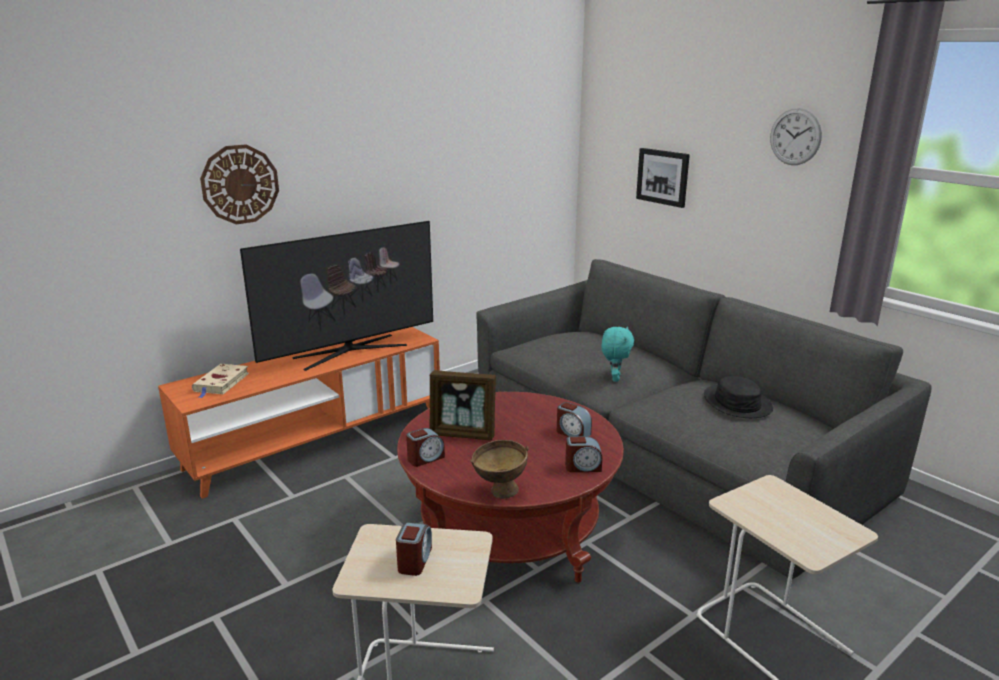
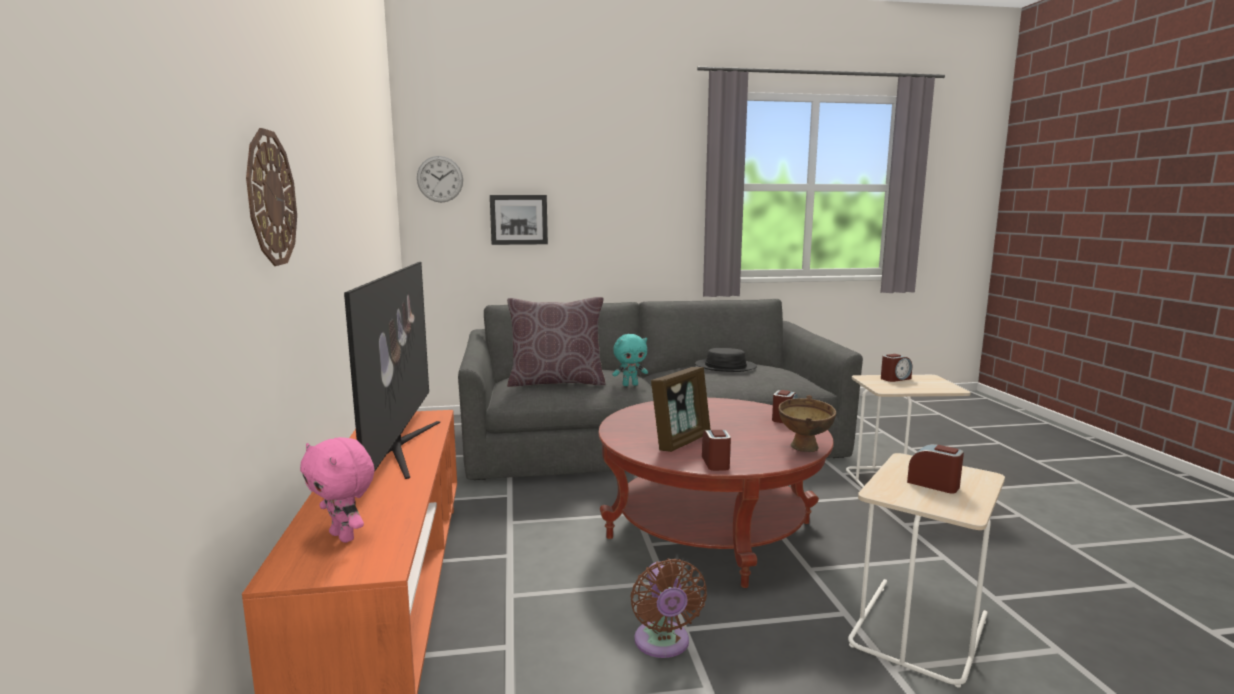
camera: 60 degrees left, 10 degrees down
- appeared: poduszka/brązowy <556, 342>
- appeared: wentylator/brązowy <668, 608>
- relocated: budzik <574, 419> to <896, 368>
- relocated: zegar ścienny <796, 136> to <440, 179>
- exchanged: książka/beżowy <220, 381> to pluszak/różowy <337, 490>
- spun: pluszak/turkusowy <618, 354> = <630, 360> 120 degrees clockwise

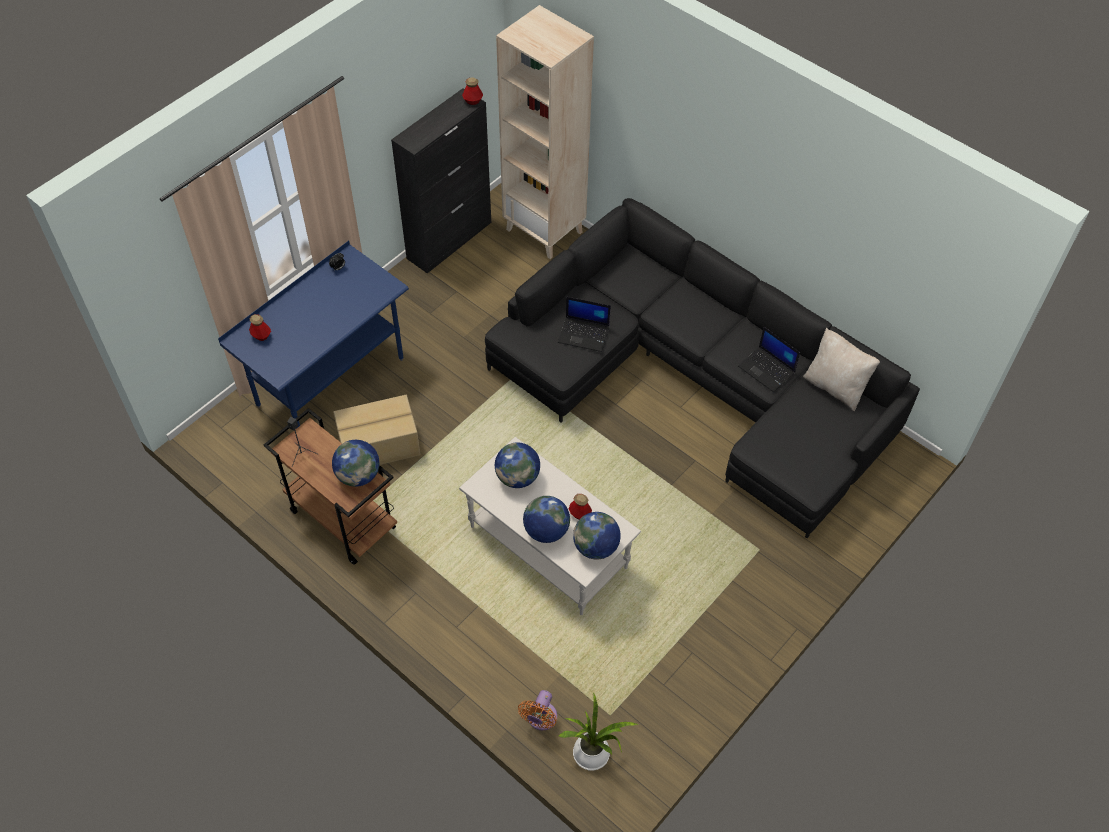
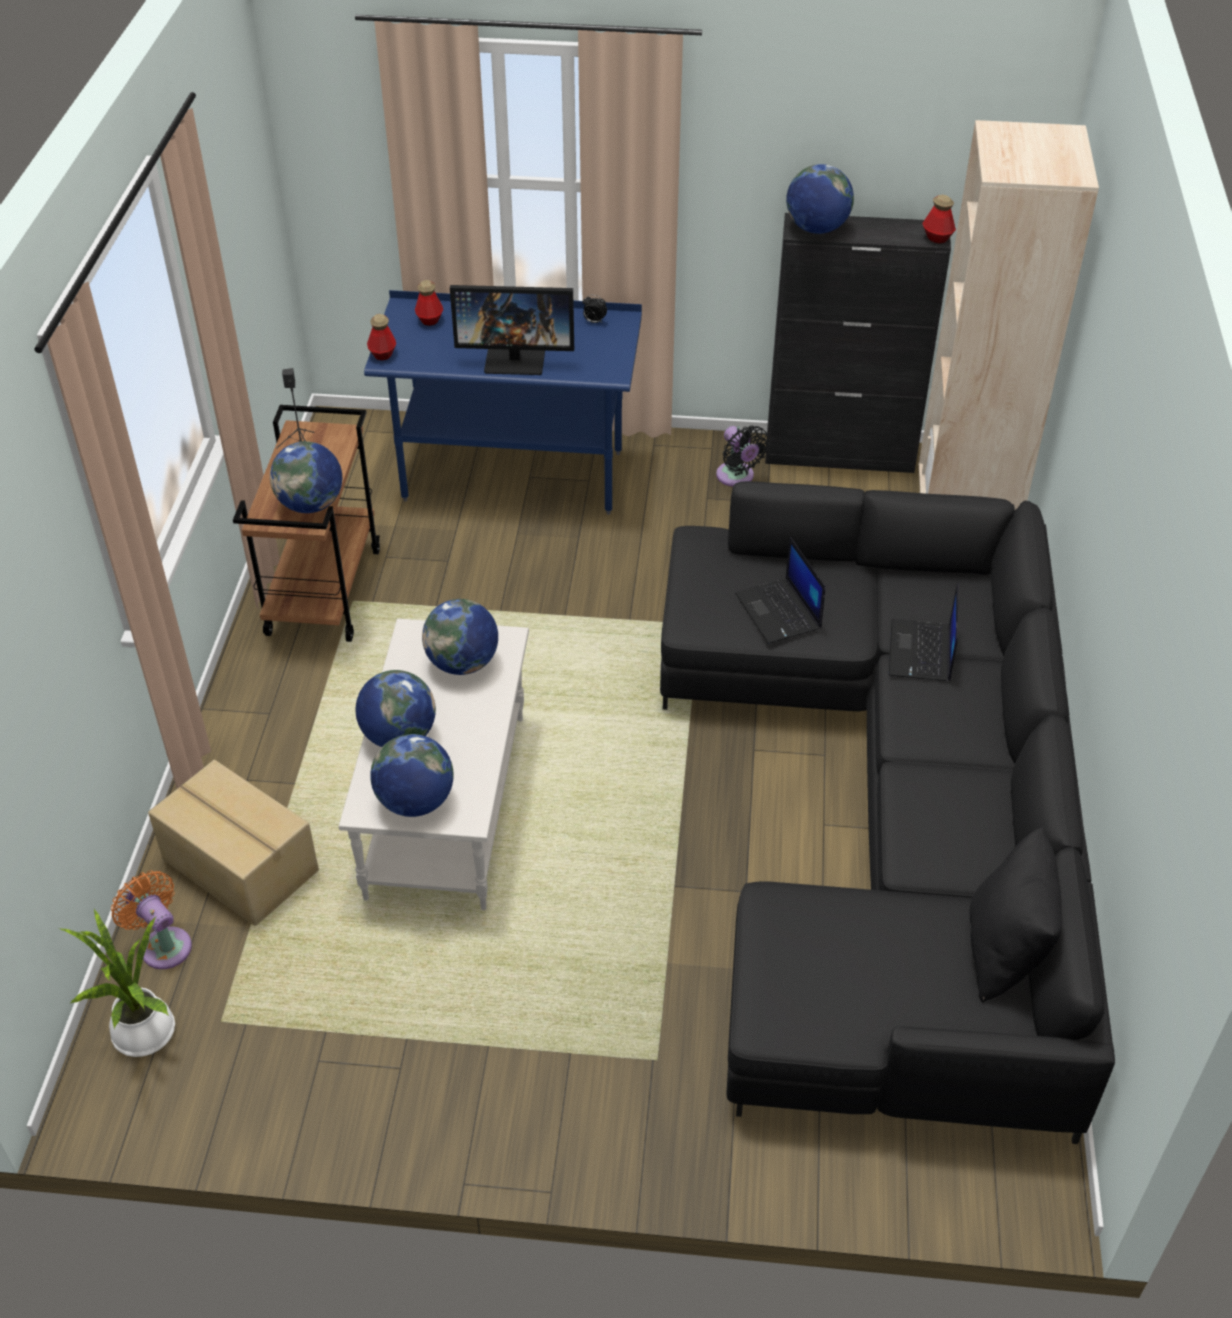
camera: 55 degrees right, 10 degrees down
- appeared: monitor <512, 330>
- appeared: wentylator/czarny <742, 456>
- appeared: globus <820, 199>
- relocated: karton <377, 430> to <233, 843>
- relocated: butelka <580, 506> to <381, 337>
- relocated: laptop <769, 359> to <923, 632>
- colour: poduszka/beżowy <841, 369> to poduszka/czarny <1015, 915>
- spun: wentylator/pomarańczowy <537, 710> = <151, 920> 60 degrees clockwise

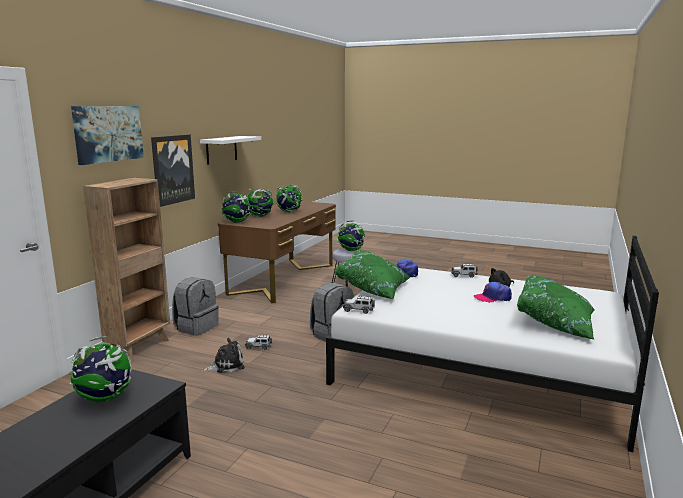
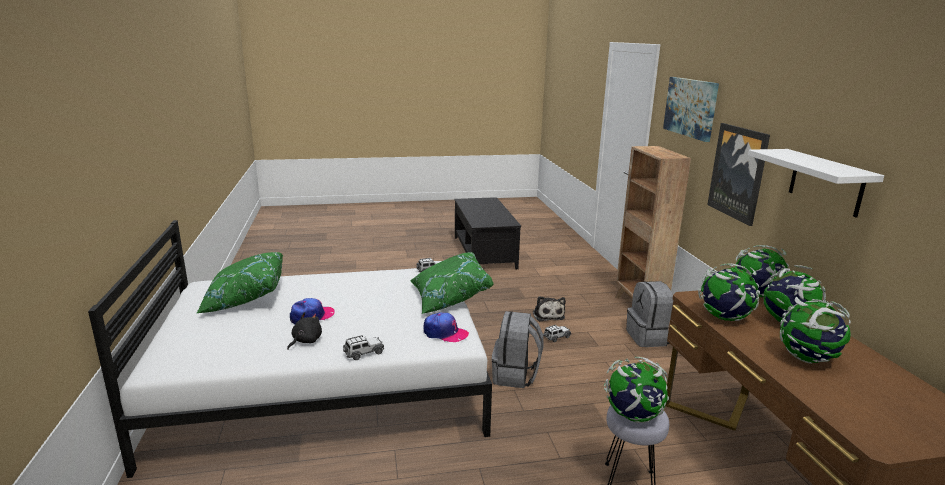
camera: 145 degrees right, 5 degrees up
- relocated: globus <101, 369> to <729, 292>
- spun: pluszak <223, 355> = <549, 308> 45 degrees counterclockwise

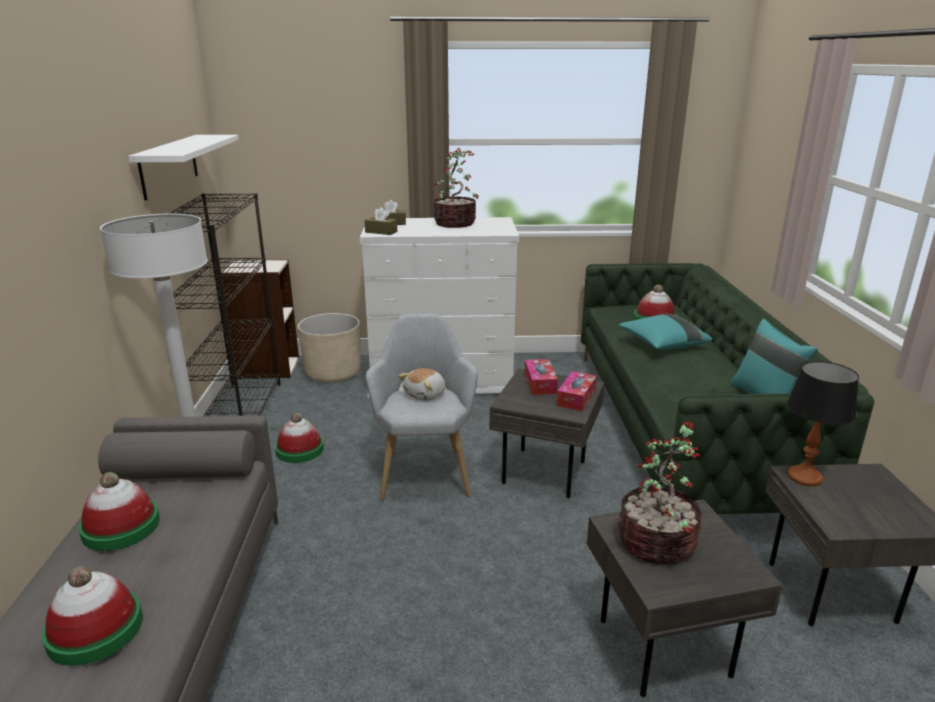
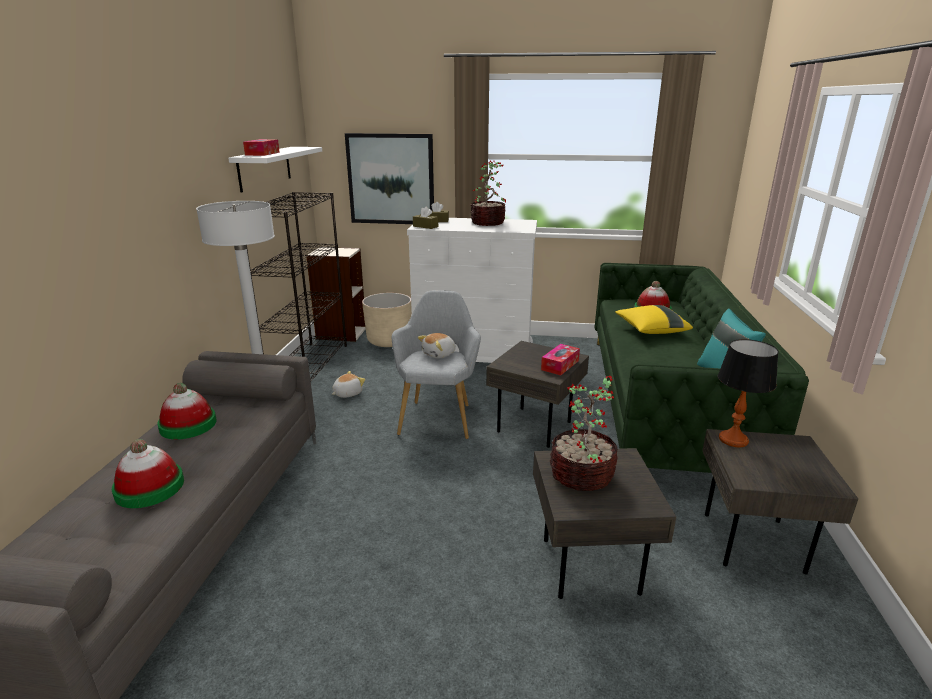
camera: 10 degrees right, 0 degrees up
- appeared: obraz <389, 178>
- relocated: pudełko chusteczek <541, 377> to <261, 147>
- exchanged: kapelusz <299, 438> to pluszak <348, 384>
- colour: poduszka/turkusowy <665, 332> to poduszka/żółty <654, 319>

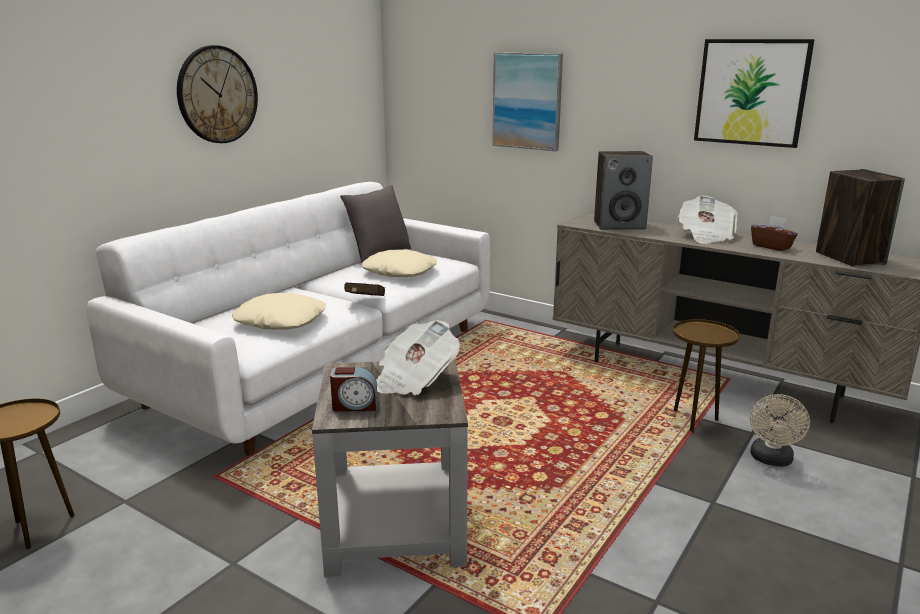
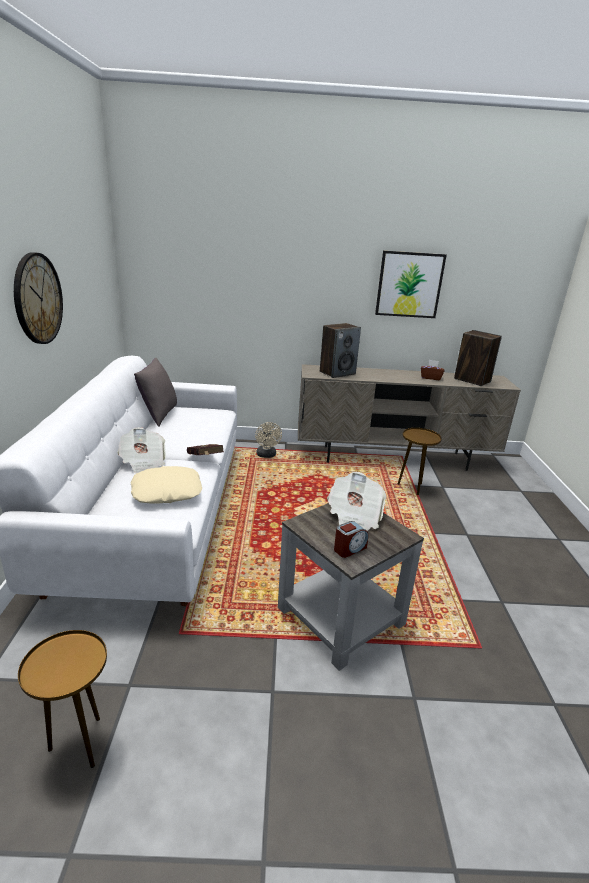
camera: 35 degrees left, 5 degrees up
- missing: poduszka/beżowy <399, 263>
- missing: obraz <527, 102>
- relocated: gazeta <708, 220> to <141, 450>
- relocated: wentylator/beżowy <780, 430> to <268, 440>

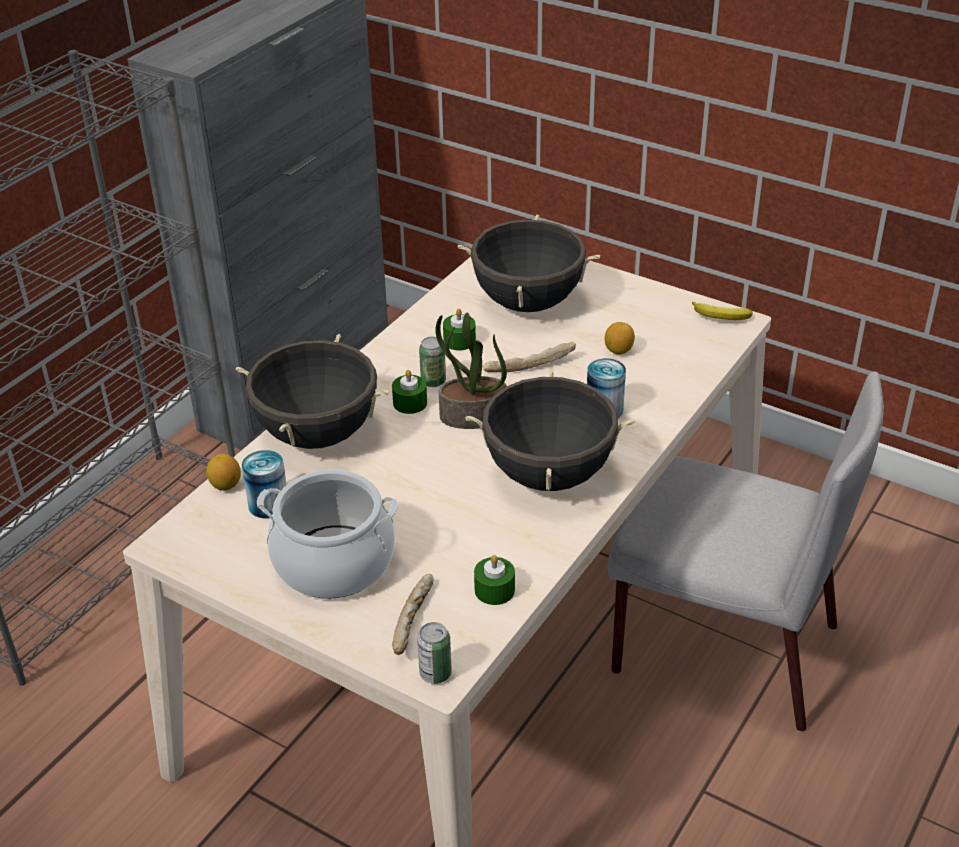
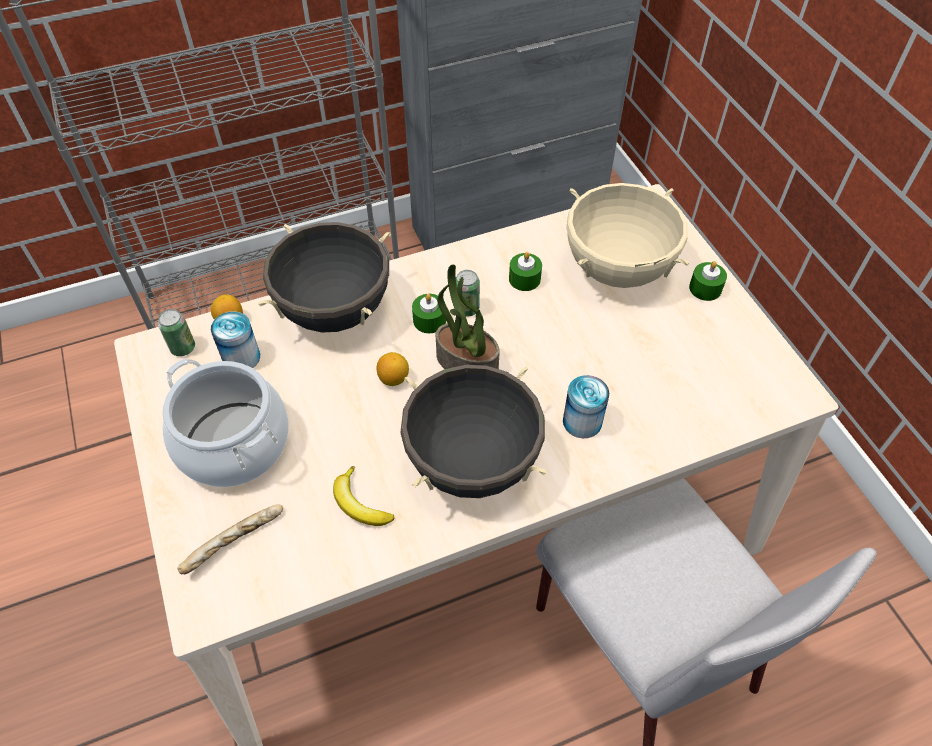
camera: 35 degrees right, 15 degrees up
- missing: chleb <529, 357>
- relocated: puszka <434, 653> to <176, 332>
- relocated: świeca/zielony <494, 580> to <708, 281>
- relocated: cytryna <620, 338> to <392, 369>
- relocated: banan <722, 311> to <364, 496>
- colour: garnek/czarny <529, 263> to garnek/beżowy <627, 235>

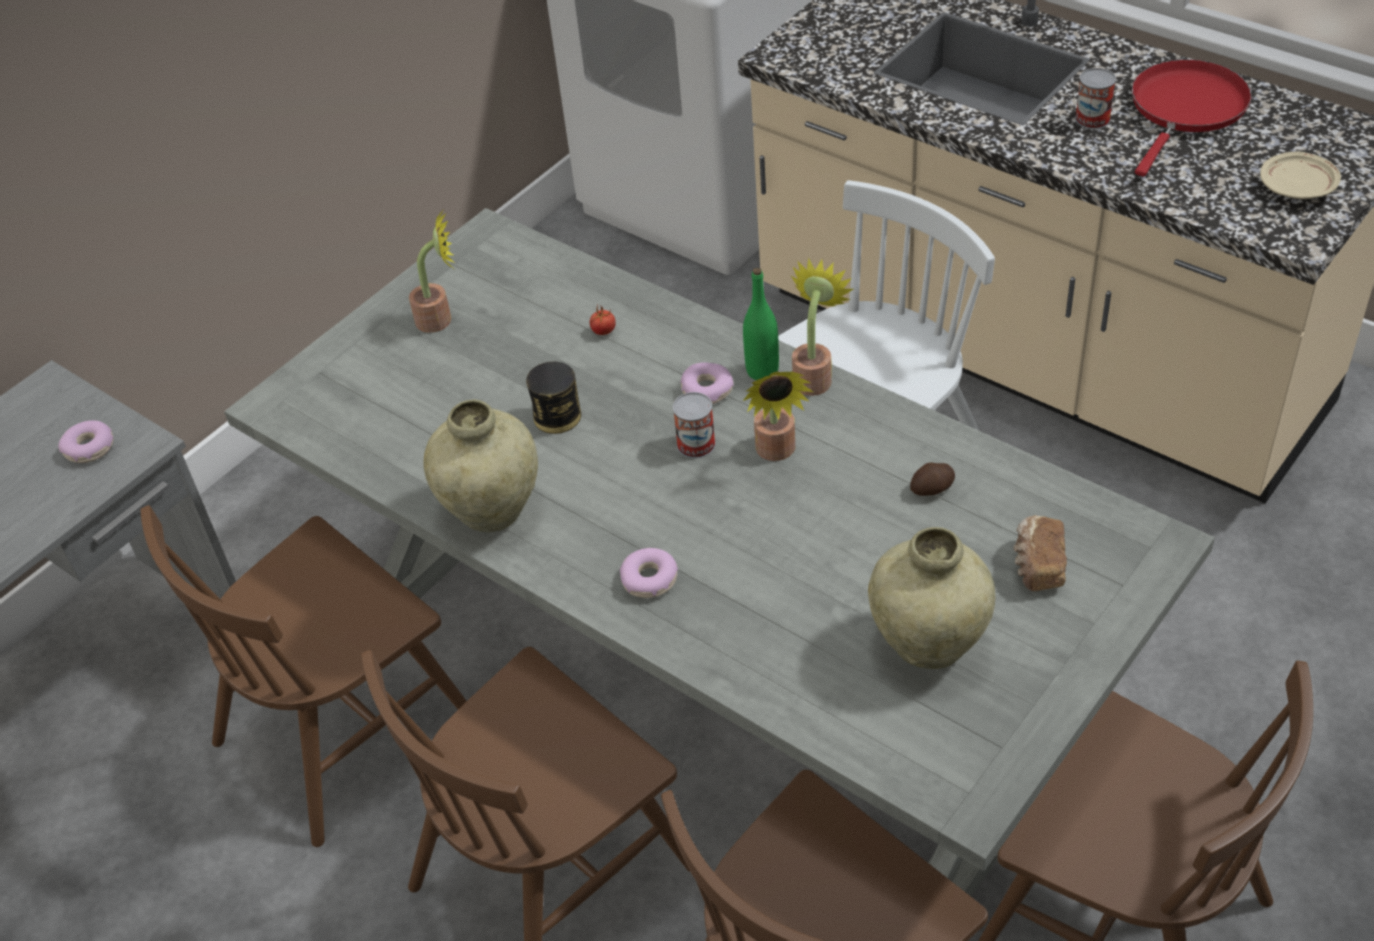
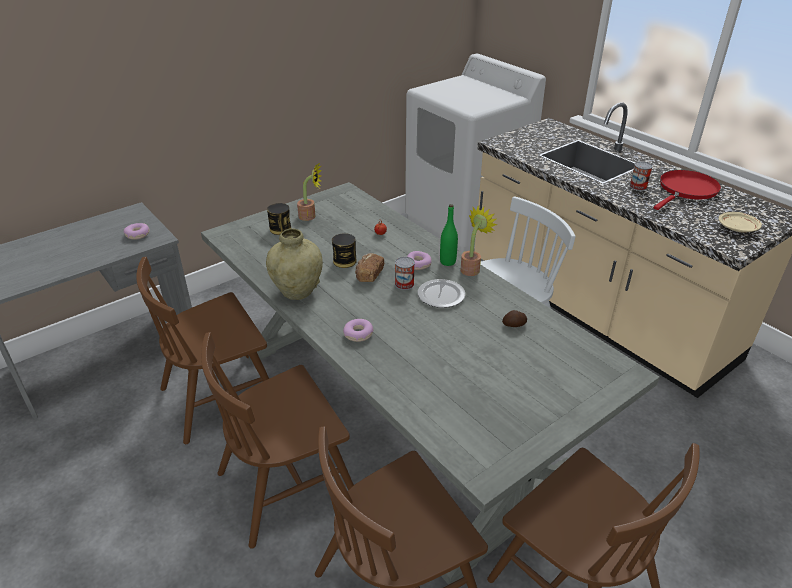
camera: 10 degrees right, 10 degrees down
- missing: wazon/beżowy <931, 598>
- appeared: puszka <279, 219>
- relocated: chleb <1040, 553> to <369, 267>
- exchanged: roślina doniczkowa <777, 416> to talerz <442, 293>

